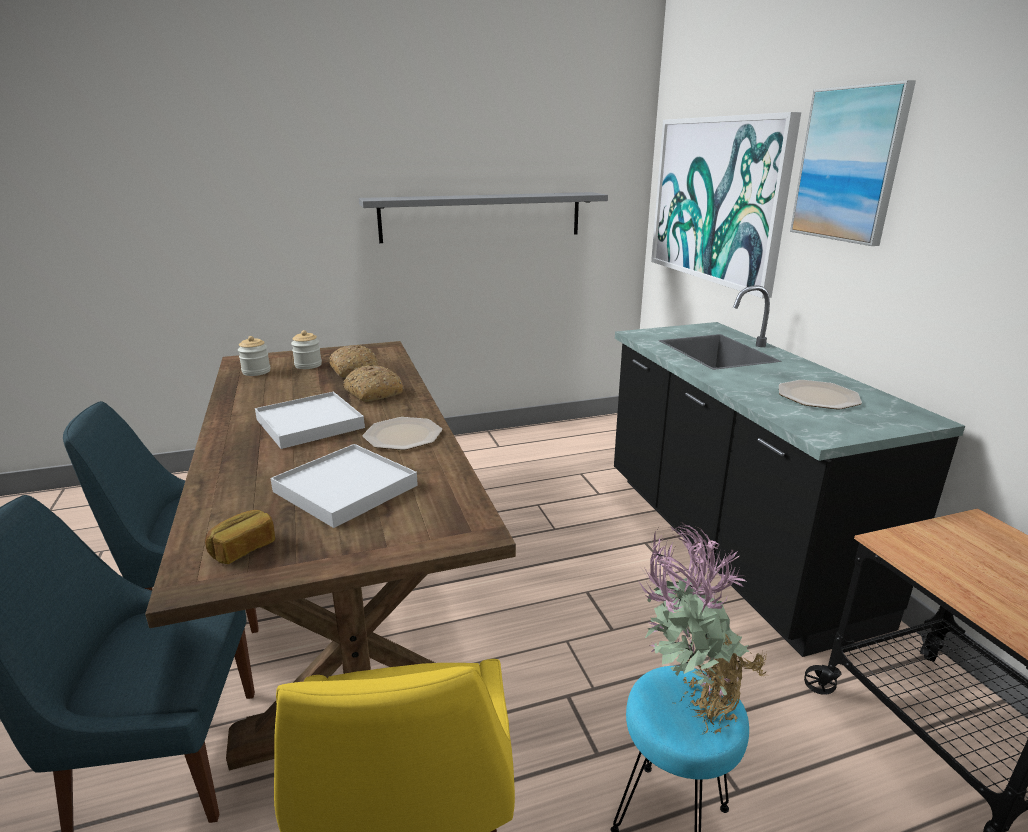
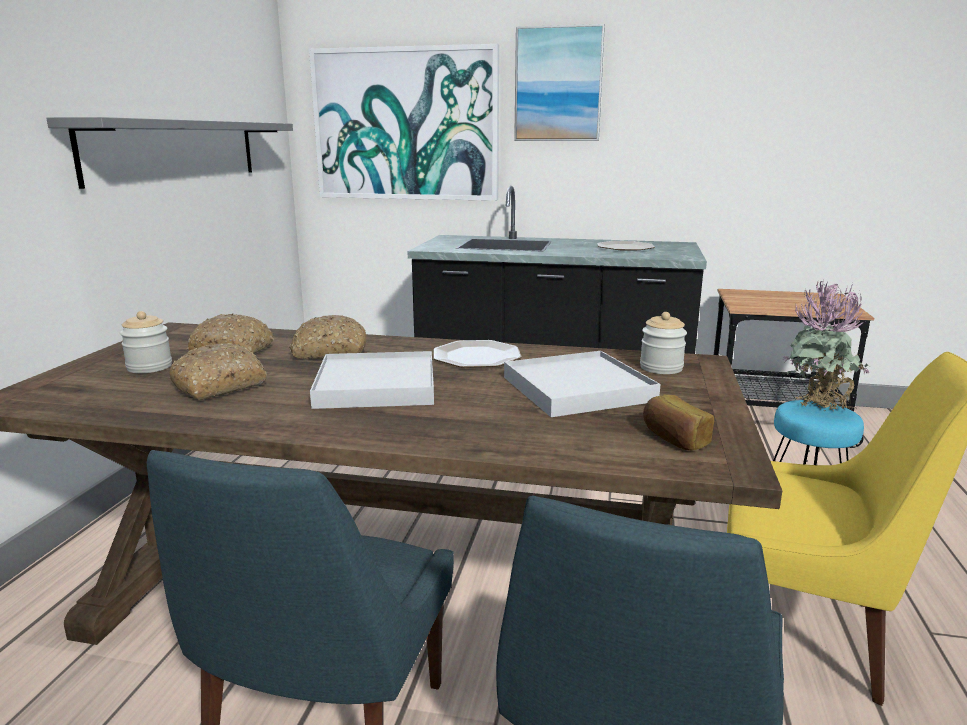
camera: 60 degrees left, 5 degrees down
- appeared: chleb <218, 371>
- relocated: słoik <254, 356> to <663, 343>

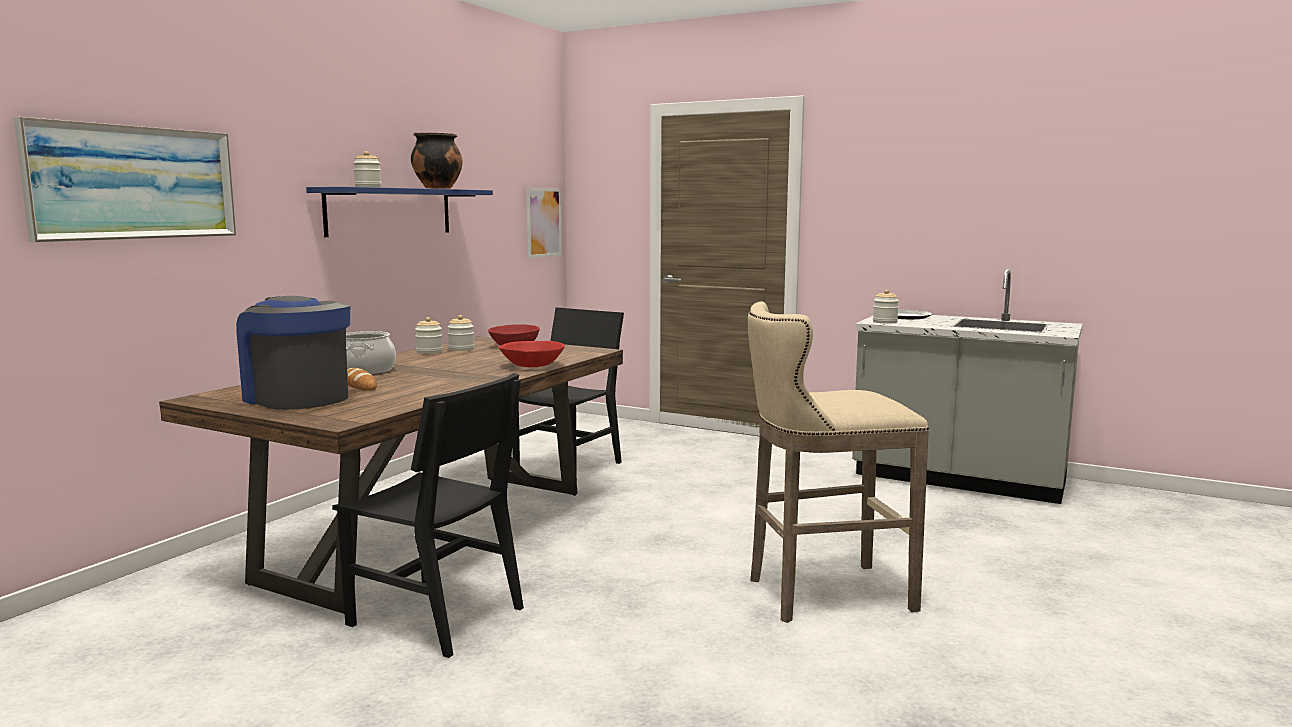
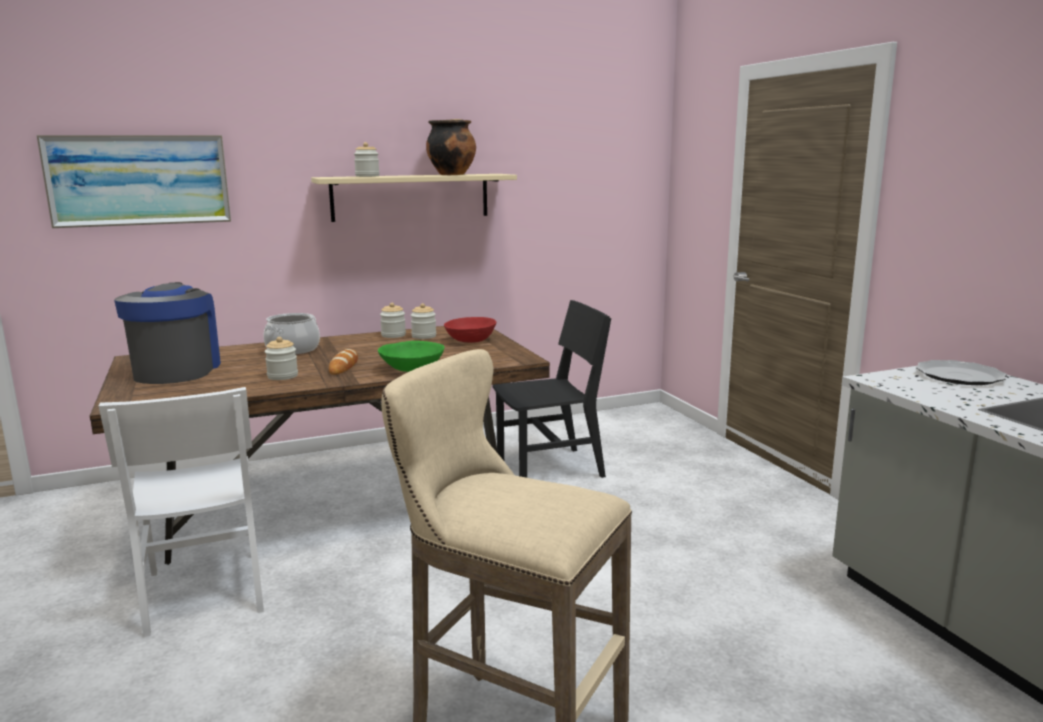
camera: 40 degrees right, 5 degrees up
- missing: obraz <544, 223>
- relocated: chleb <362, 379> to <343, 362>
- relocated: słoik <886, 306> to <281, 358>
- colour: półka/niebieski <399, 212> to półka/beżowy <414, 198>
- colour: krzesło/czarny <428, 515> to krzesło/biały <181, 512>
- colour: miska/czerwony <531, 354> to miska/zielony <411, 356>

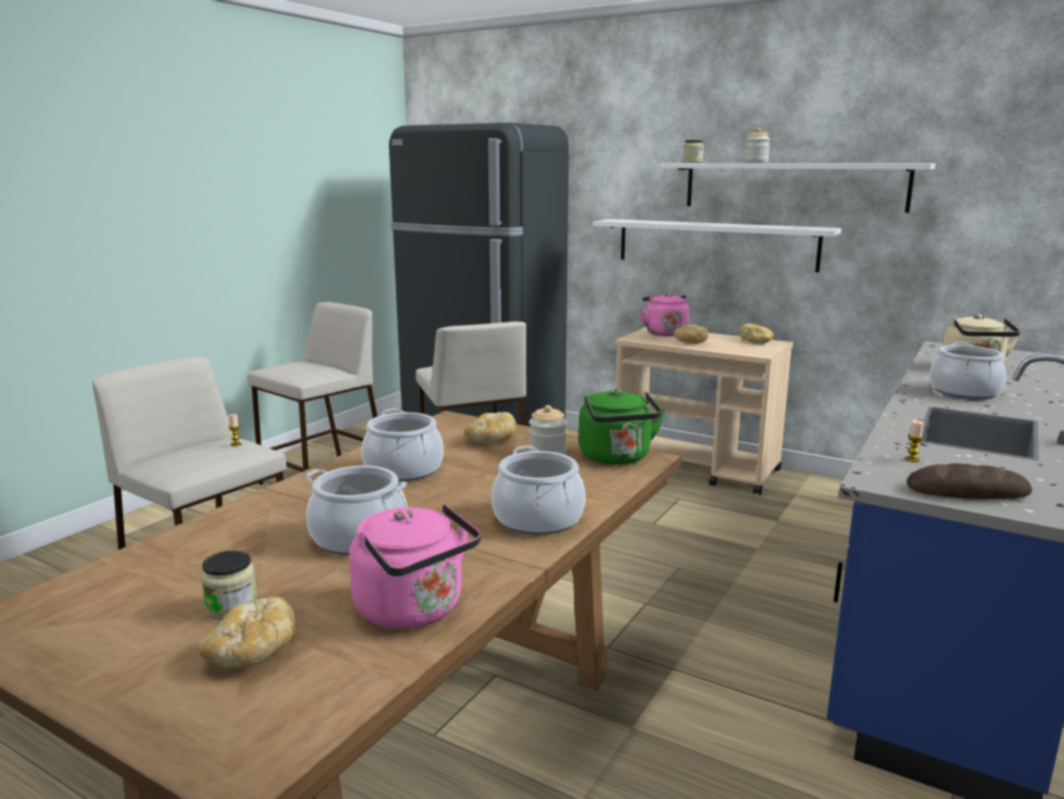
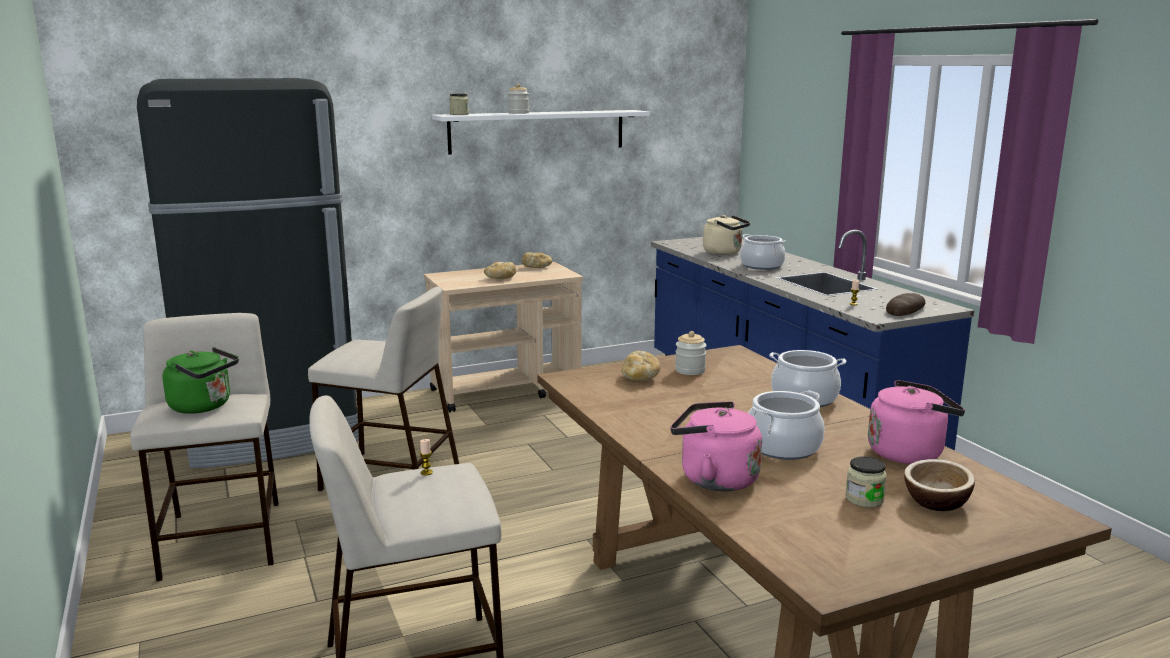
camera: 55 degrees left, 0 degrees up
- missing: garnek <402, 445>
- missing: półka/biały <717, 245>
- relocated: czajnik/zielony <622, 427> to <200, 380>
- relocated: czajnik/różowy <664, 314> to <716, 446>
- exchanged: chleb <247, 633> to miska <939, 485>

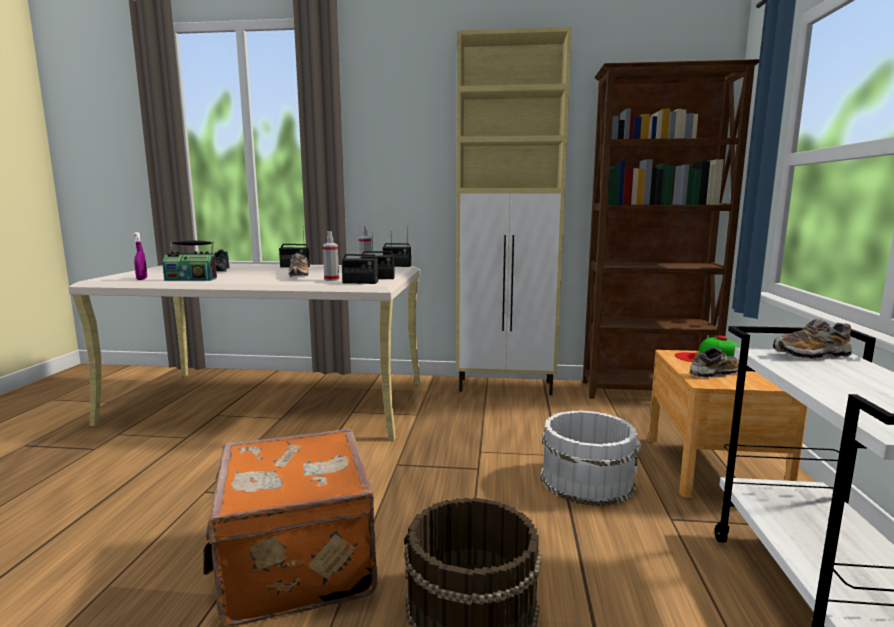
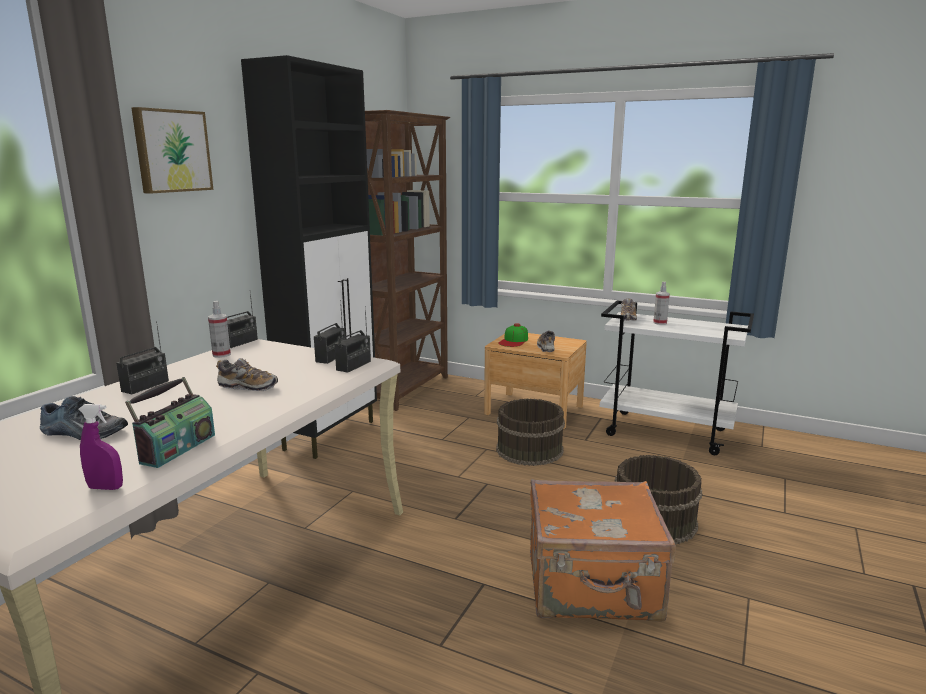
camera: 70 degrees left, 5 degrees up
- appeared: obraz <172, 150>
- relocated: spryskiwacz <331, 256> to <661, 303>
- colour: szafka/beżowy <514, 211> to szafka/czarny <309, 257>
- colour: wiadro/biały <591, 458> to wiadro/brązowy <530, 432>

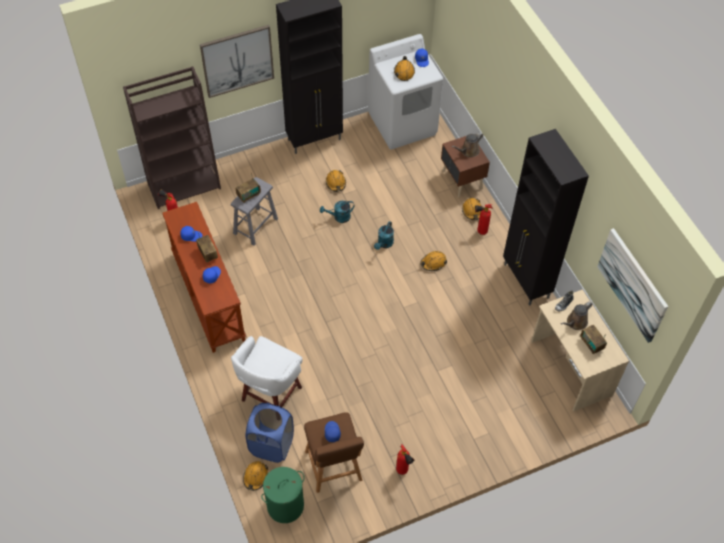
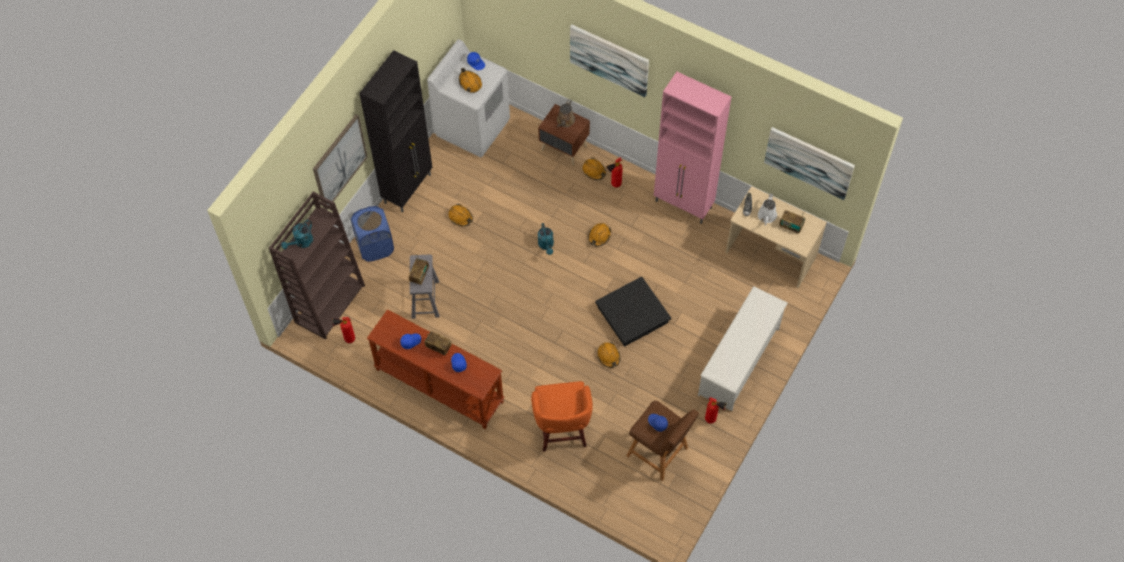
camera: 35 degrees left, 5 degrees up
- missing: kosz na pranie/zielony <283, 495>
- appeared: obraz <609, 61>
- appeared: pojemnik do przechowywania/czarny <633, 311>
- appeared: regał na buty/biały <743, 348>
- relocated: kask/pomarańczowy <255, 476> to <608, 355>
- relocated: kosz na pranie/niebieski <270, 433> to <372, 234>
- relocated: konewka/turkusowy <337, 212> to <297, 234>
- colour: stołek/biały <266, 371> to stołek/pomarańczowy <562, 416>
- colour: szafka/czarny <546, 217> to szafka/różowy <692, 148>
- colour: konewka/brązowy <576, 315> to konewka/biały <767, 209>

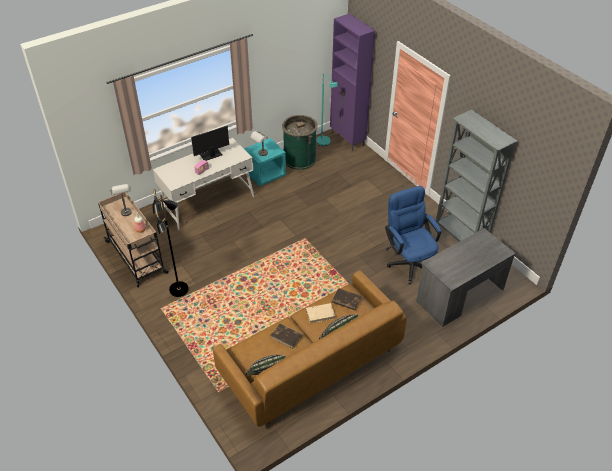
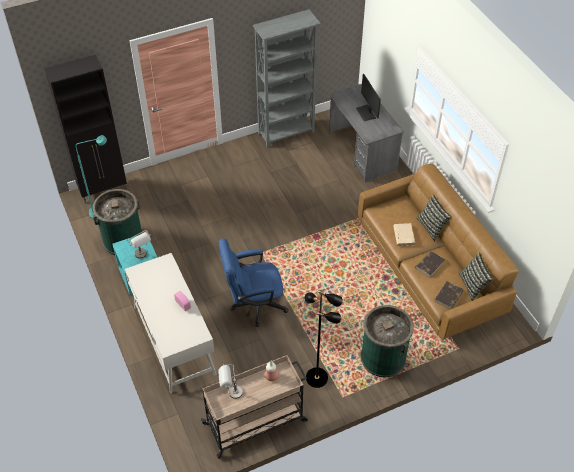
camera: 80 degrees left, 5 degrees up
- appeared: kosz na śmieci/zielony <387, 341>
- relocated: monitor <210, 143> to <368, 97>
- relocated: książka/brązowy <347, 299> to <449, 295>
- relocated: krzesło biurowe/niebieski <413, 235> to <253, 282>
- colour: szafka/fioletowy <352, 82> to szafka/czarny <85, 129>

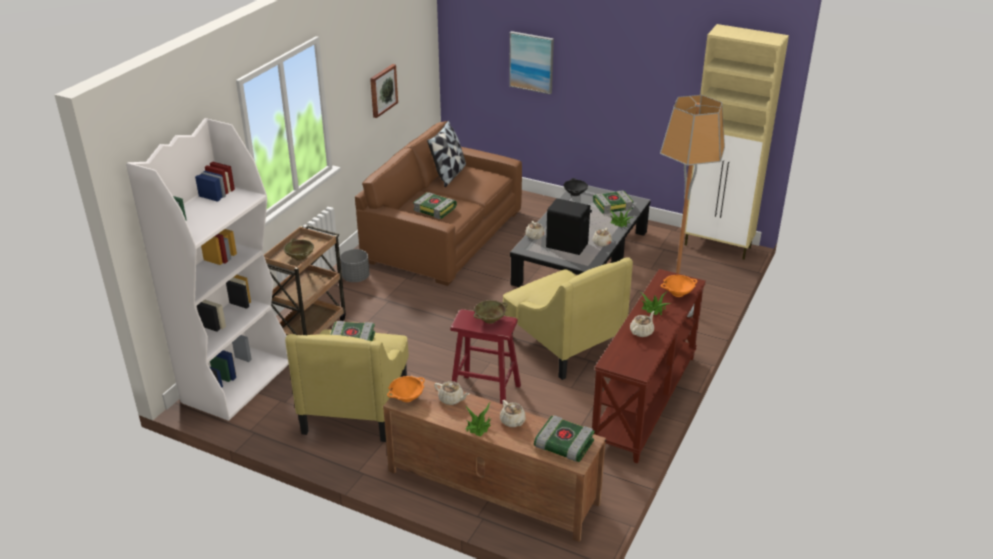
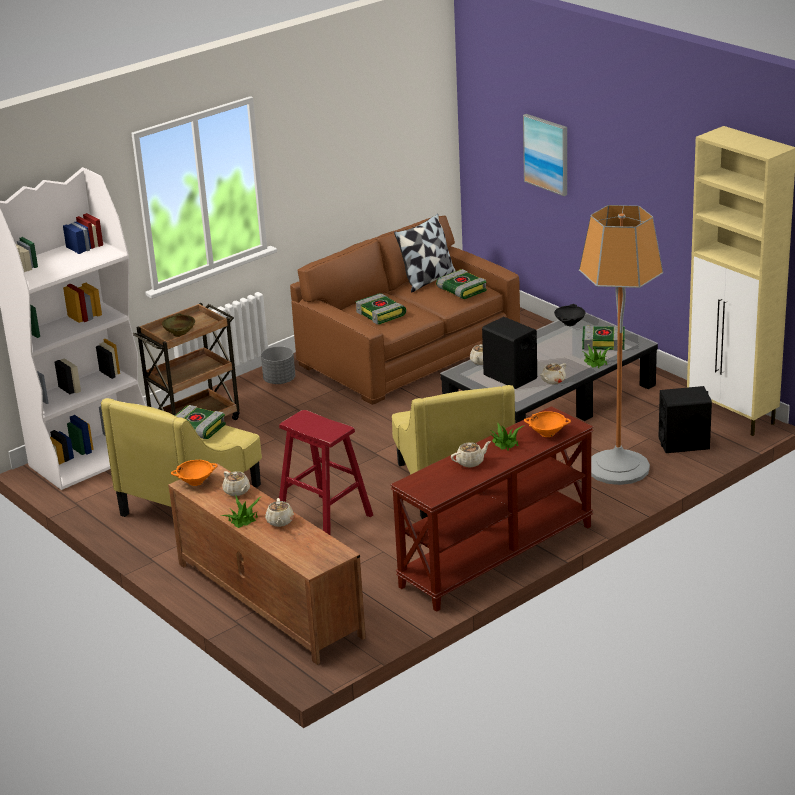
camera: 25 degrees right, 5 degrees down
- missing: obraz <384, 91>
- missing: miska/beżowy <490, 312>
- appeared: głośnik/czarny <685, 419>
- relocated: książka <564, 438> to <461, 284>

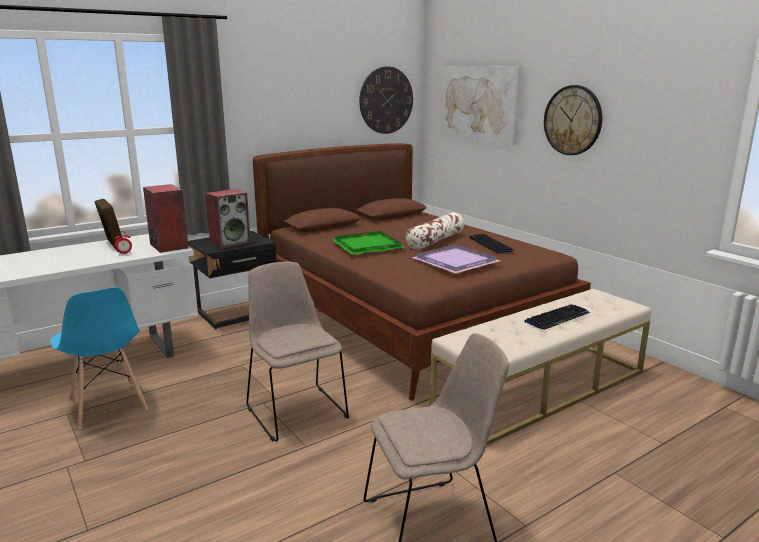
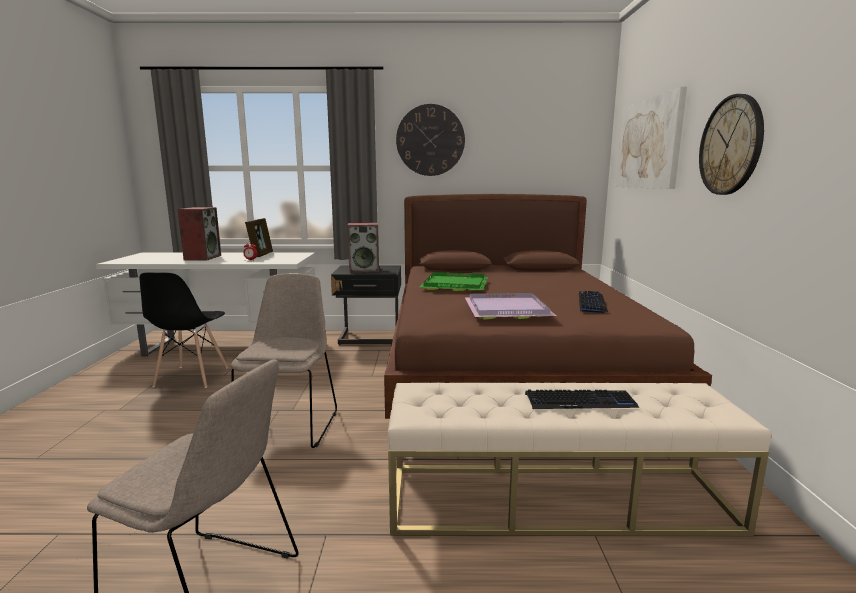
camera: 35 degrees right, 5 degrees down
- missing: poduszka <435, 231>
- relocated: głośnik <166, 218> to <199, 233>
- relocated: zegar ścienny <386, 100> to <430, 140>
- colour: krzesło/niebieski <99, 358> to krzesło/czarny <183, 330>

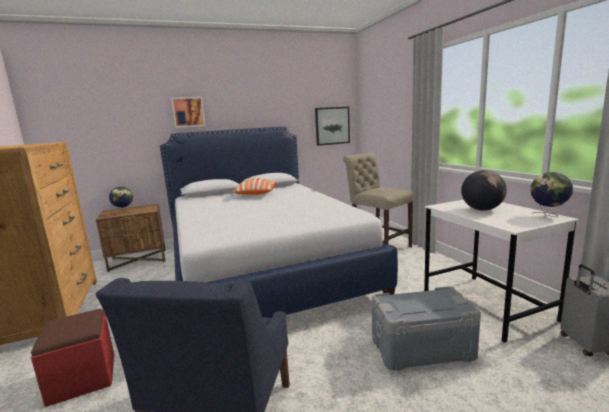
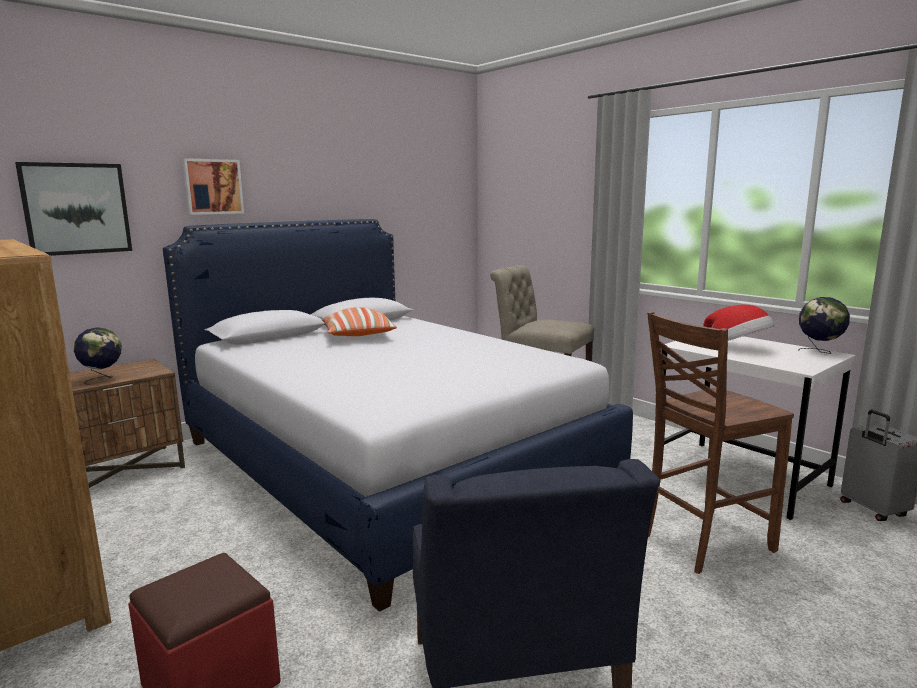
camera: 20 degrees left, 0 degrees up
- relocated: obraz <332, 126> to <73, 209>
- exchanged: pojemnik do przechowywania/szary <426, 328> to krzesło/brązowy <720, 443>
- exchanged: globus <484, 190> to kapelusz <738, 323>

